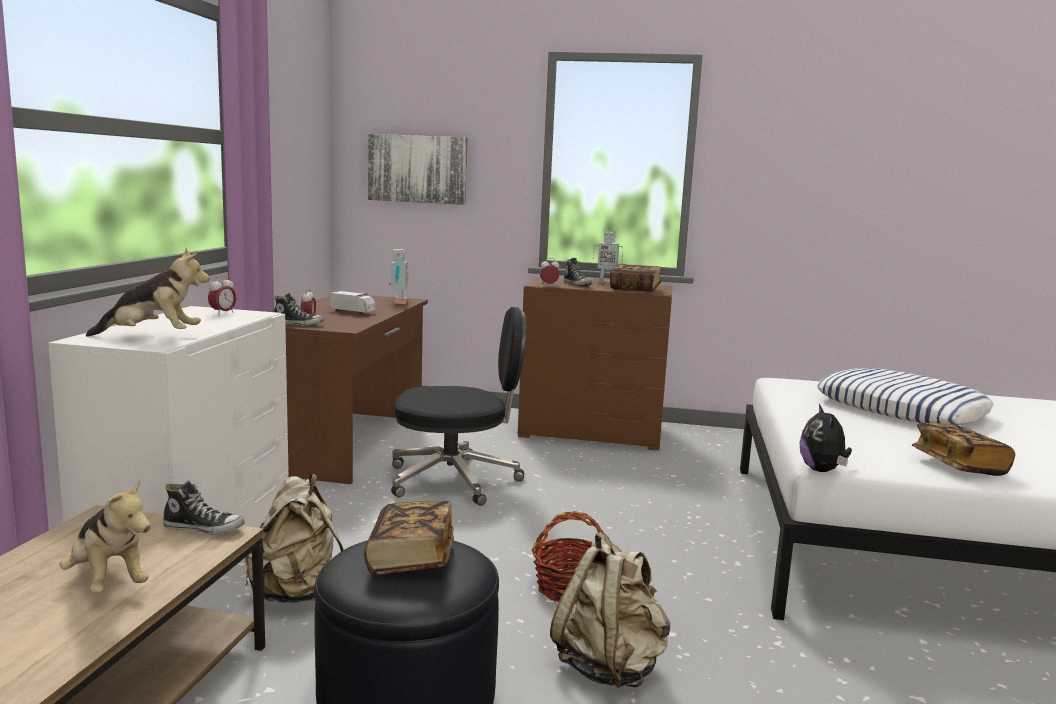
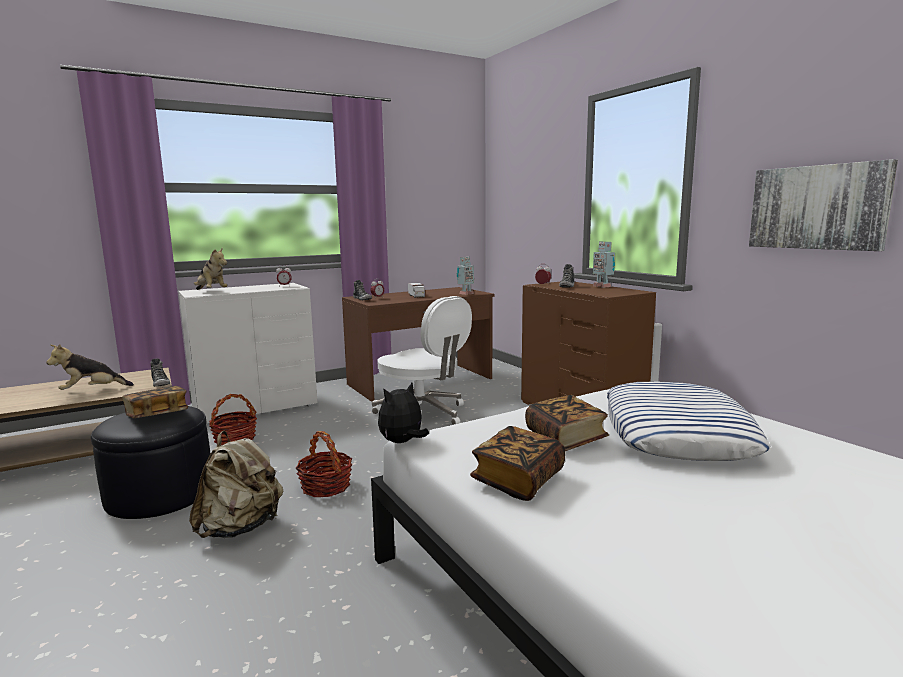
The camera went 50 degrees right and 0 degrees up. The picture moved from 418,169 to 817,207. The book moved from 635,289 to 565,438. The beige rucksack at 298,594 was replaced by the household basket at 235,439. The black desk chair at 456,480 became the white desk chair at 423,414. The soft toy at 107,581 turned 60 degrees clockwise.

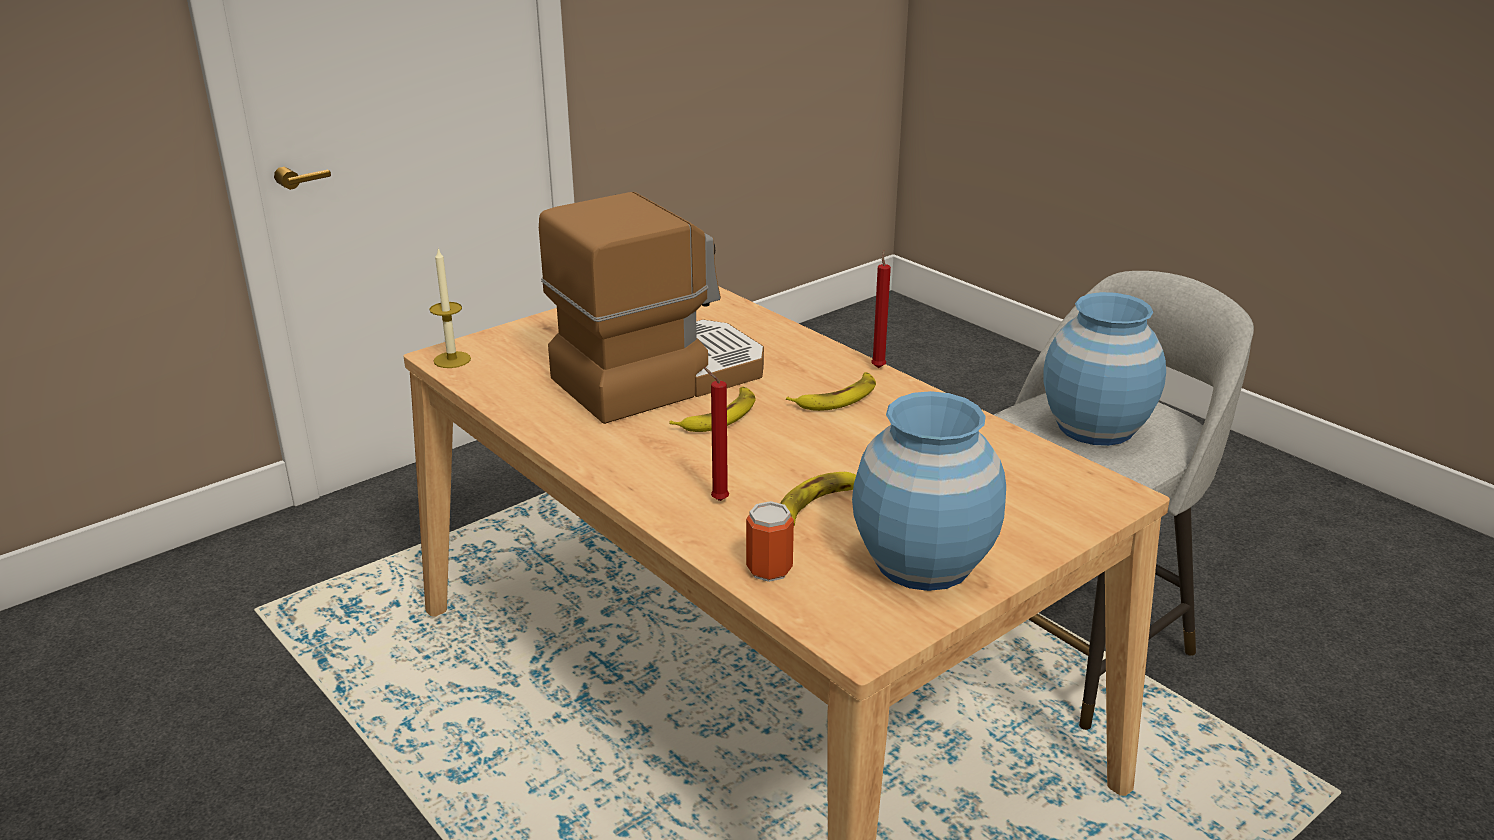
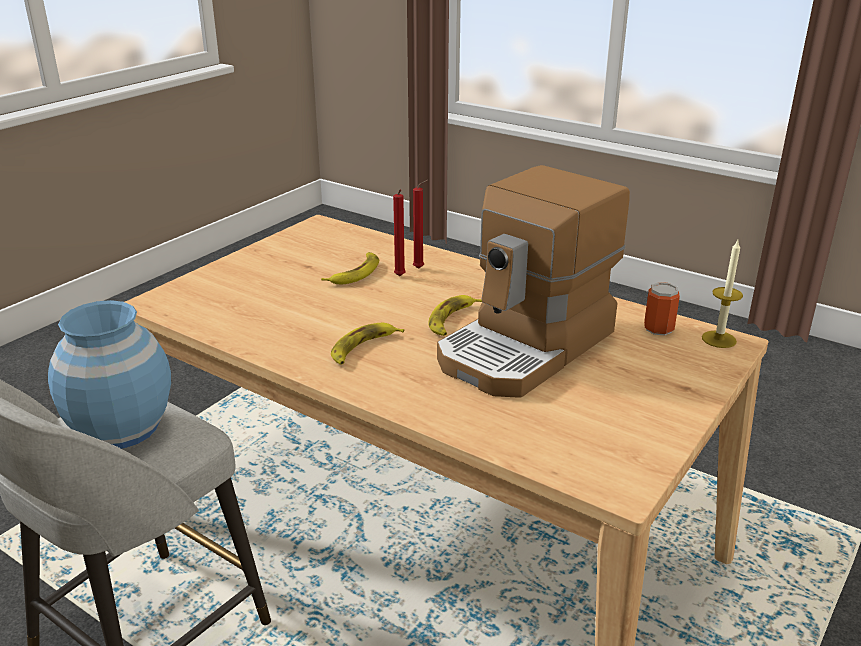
The camera went 165 degrees right and 0 degrees up. The bluish flower vase at 924,562 disappeared. The metal can moved from 769,569 to 658,329. The red-coloured candle moved from 878,367 to 400,277.

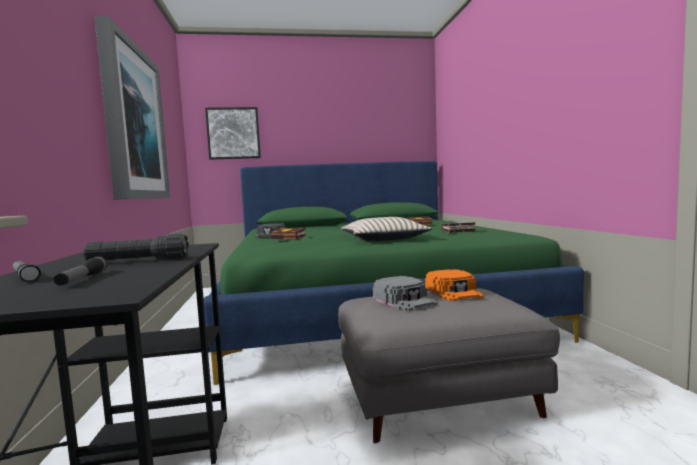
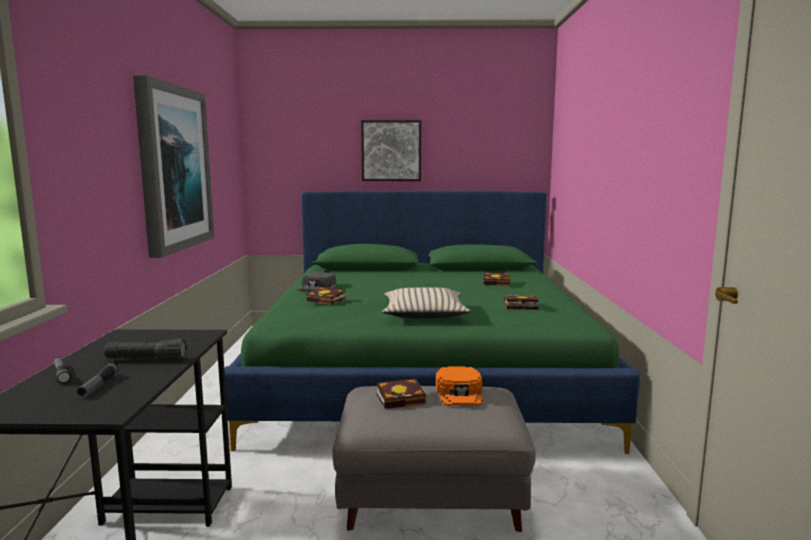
The camera went 10 degrees right and 5 degrees up. The picture moved from 233,133 to 391,151. The gray cap at 404,300 was replaced by the book at 402,398.

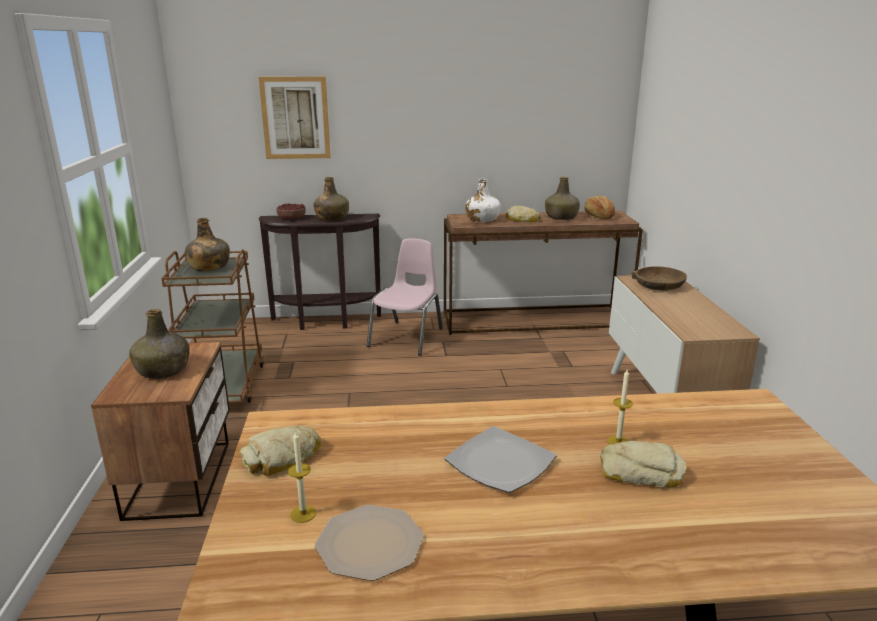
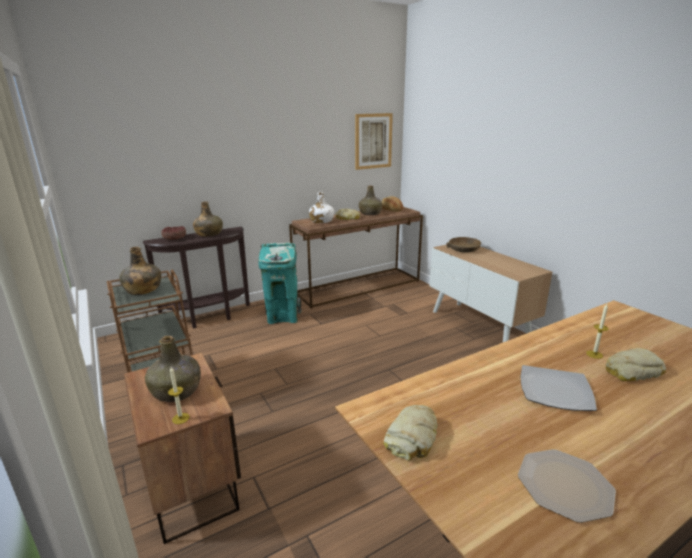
The camera went 25 degrees left and 0 degrees up. The picture moved from 295,118 to 373,141. The candle moved from 303,514 to 180,418. The pink plain chair at 407,337 was replaced by the blue-green trash can at 282,317.

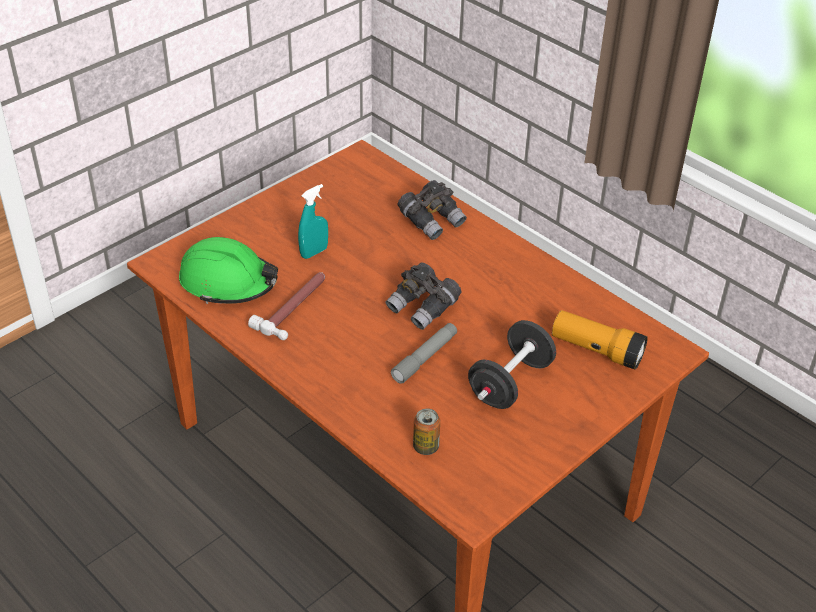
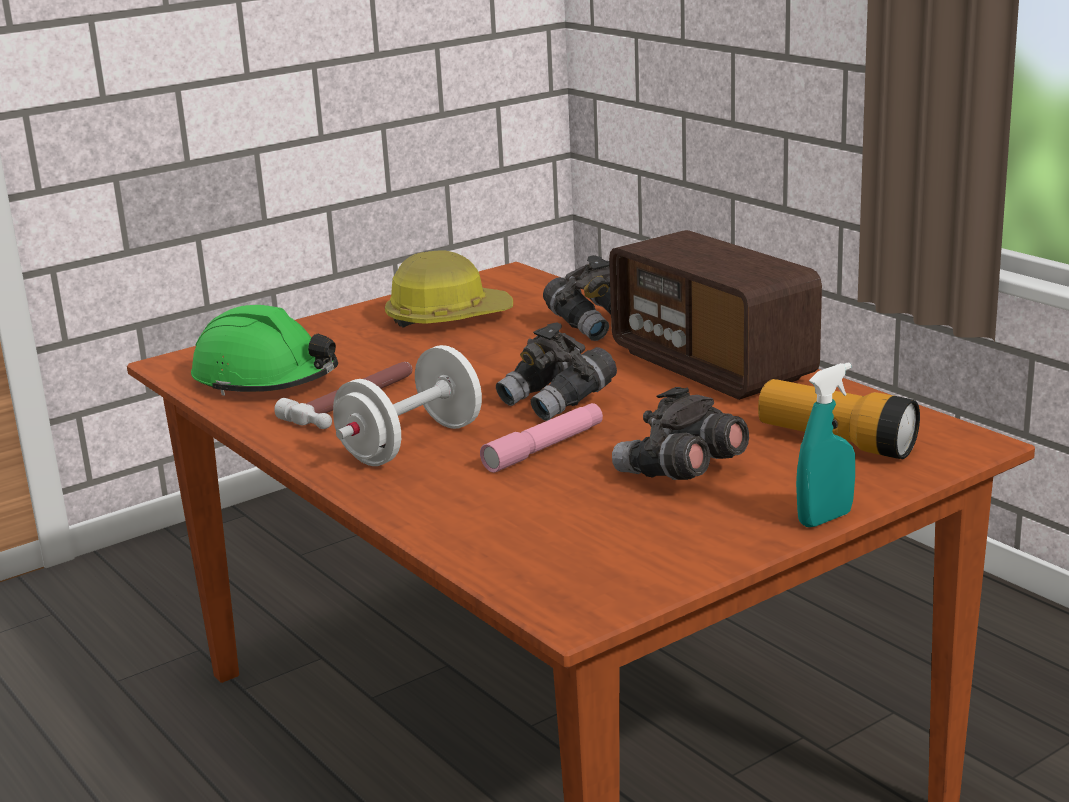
The camera went 10 degrees right and 20 degrees down. The metal can at 425,447 disappeared. The white dumbbell at 411,444 appeared. The hard hat at 448,317 appeared. The radio set at 712,366 appeared. The blue-green sprayer moved from 314,252 to 825,518. The black dumbbell at 510,383 was replaced by the gray pair of binoculars at 680,474. The gray hand torch at 425,358 became the pink hand torch at 544,448.

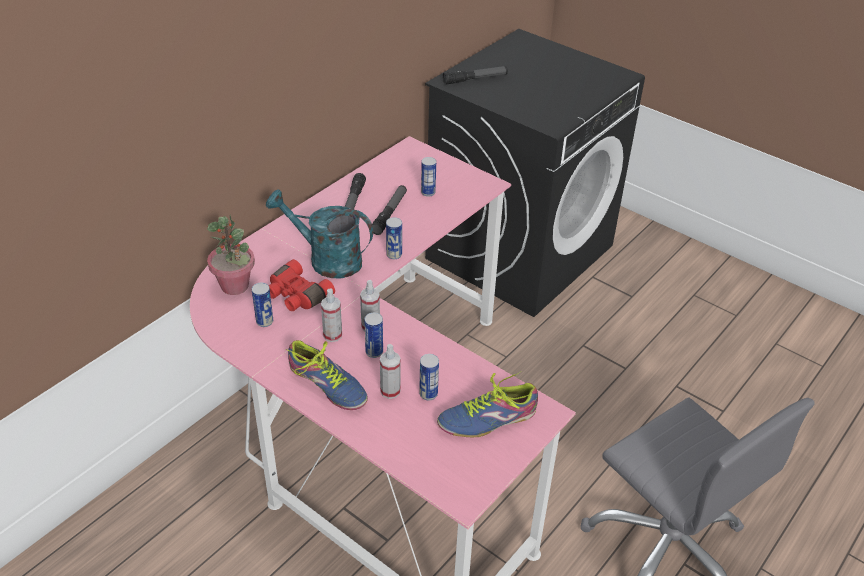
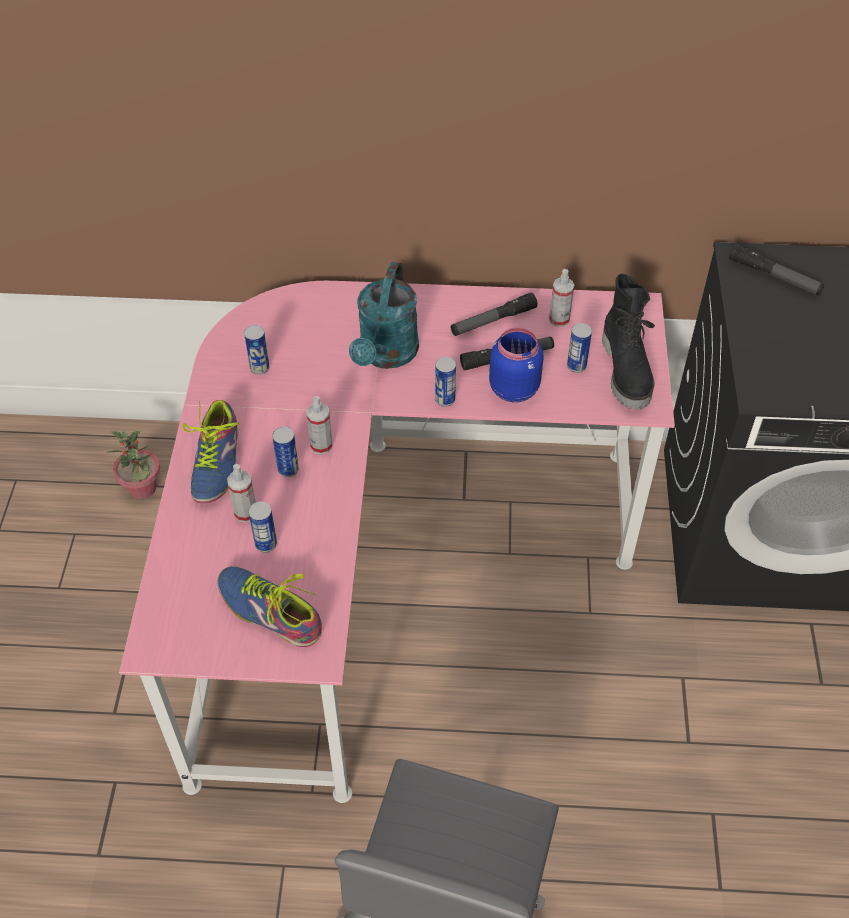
The camera went 55 degrees right and 10 degrees up. The red-coloured pair of binoculars at 296,296 disappeared. The bluish jar at 513,388 appeared. The black boot at 627,371 appeared. The plant in a pot moved from 235,286 to 142,489. The sprayer moved from 332,335 to 559,319. The blue-green watering can at 326,260 turned 150 degrees counterclockwise.

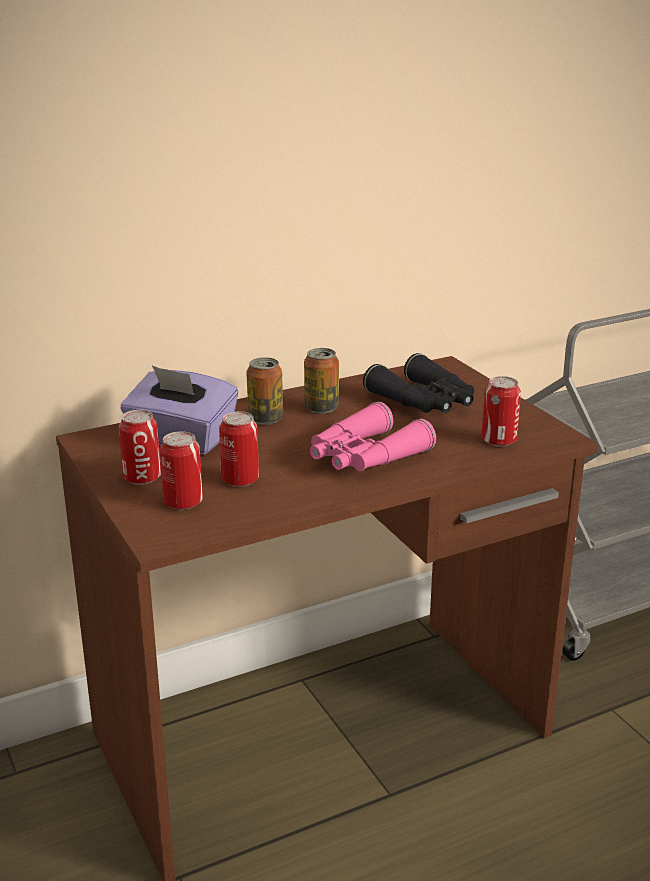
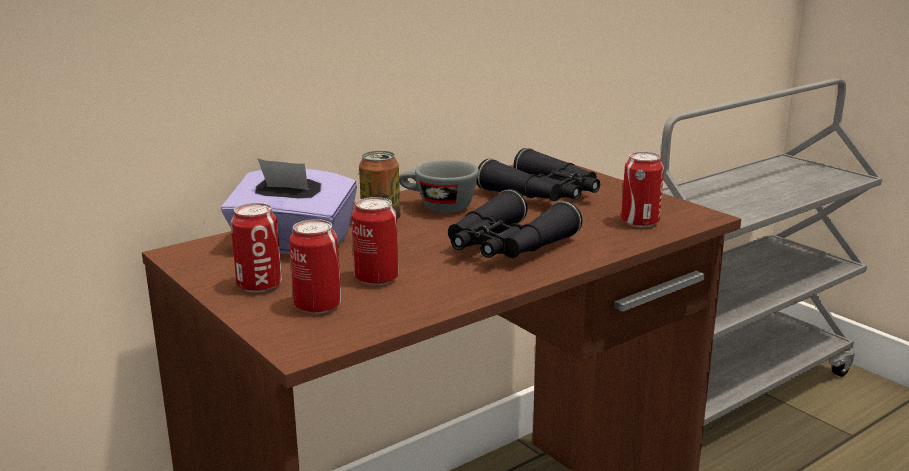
The camera went 10 degrees left and 5 degrees down. The metal can at 321,408 was replaced by the gray drinking cup at 437,207. The pink pair of binoculars at 365,457 became the black pair of binoculars at 507,247.

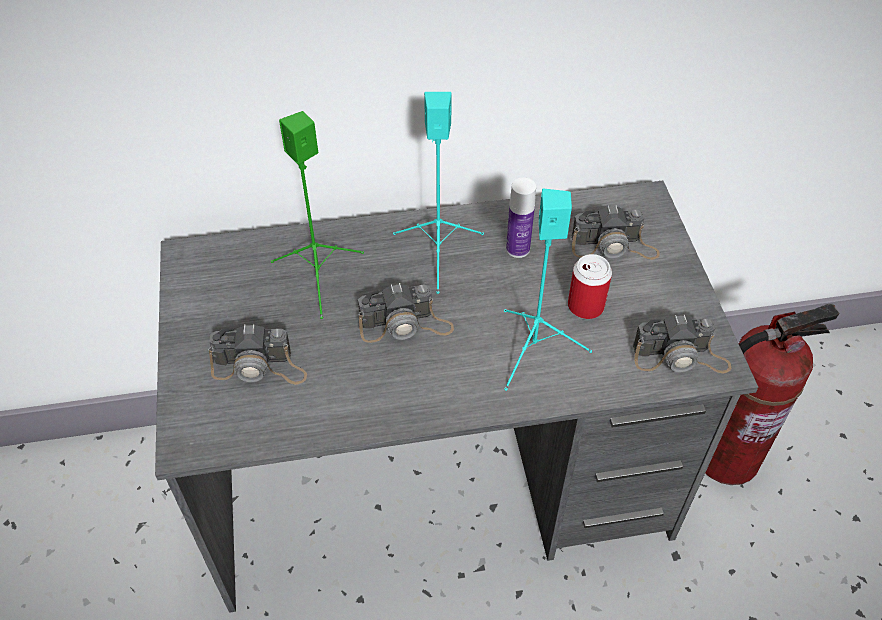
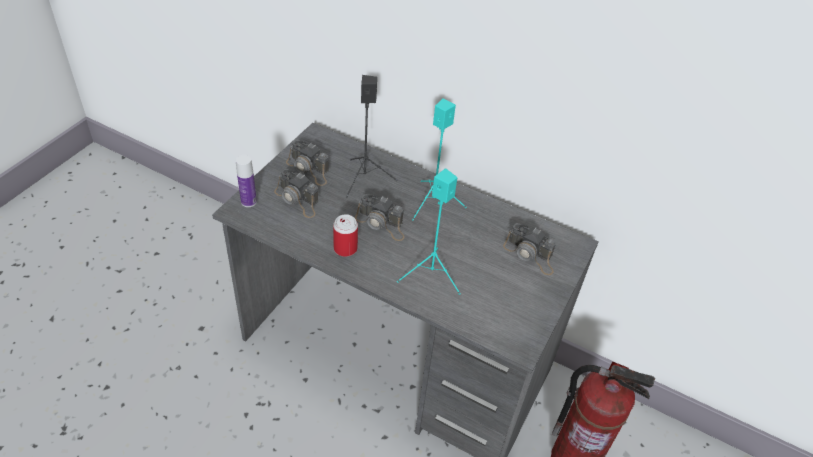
The camera went 35 degrees right and 5 degrees down. The beverage bottle moved from 517,249 to 248,201. The metal can moved from 585,306 to 345,248. The photo camera moved from 680,357 to 309,169. The green-coloured speaker at 319,277 became the black speaker at 364,179.

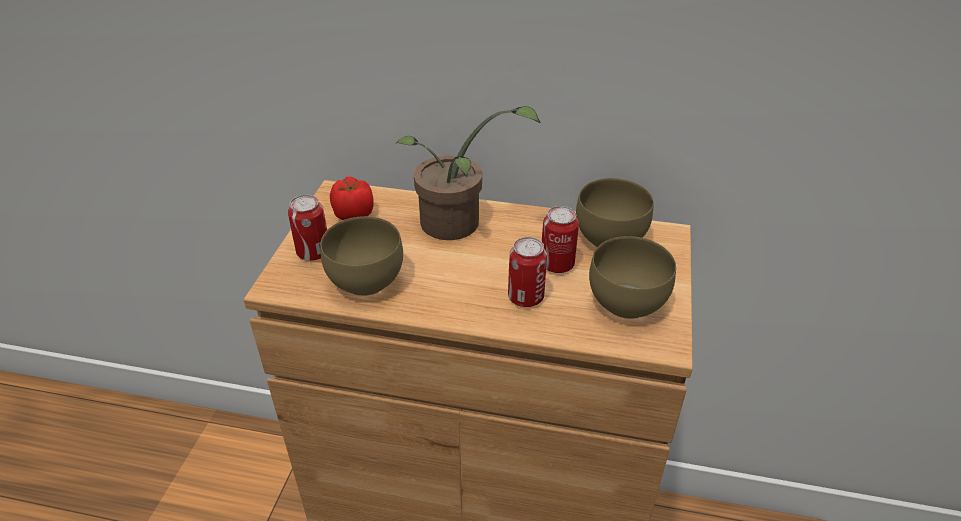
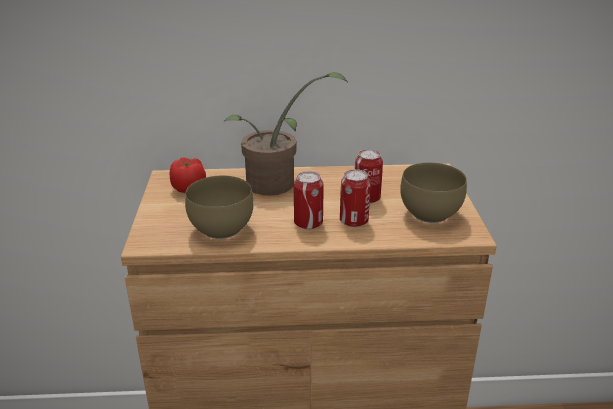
The camera went 15 degrees left and 10 degrees down. The brown serving bowl at 607,238 disappeared. The metal can moved from 313,252 to 308,223.

